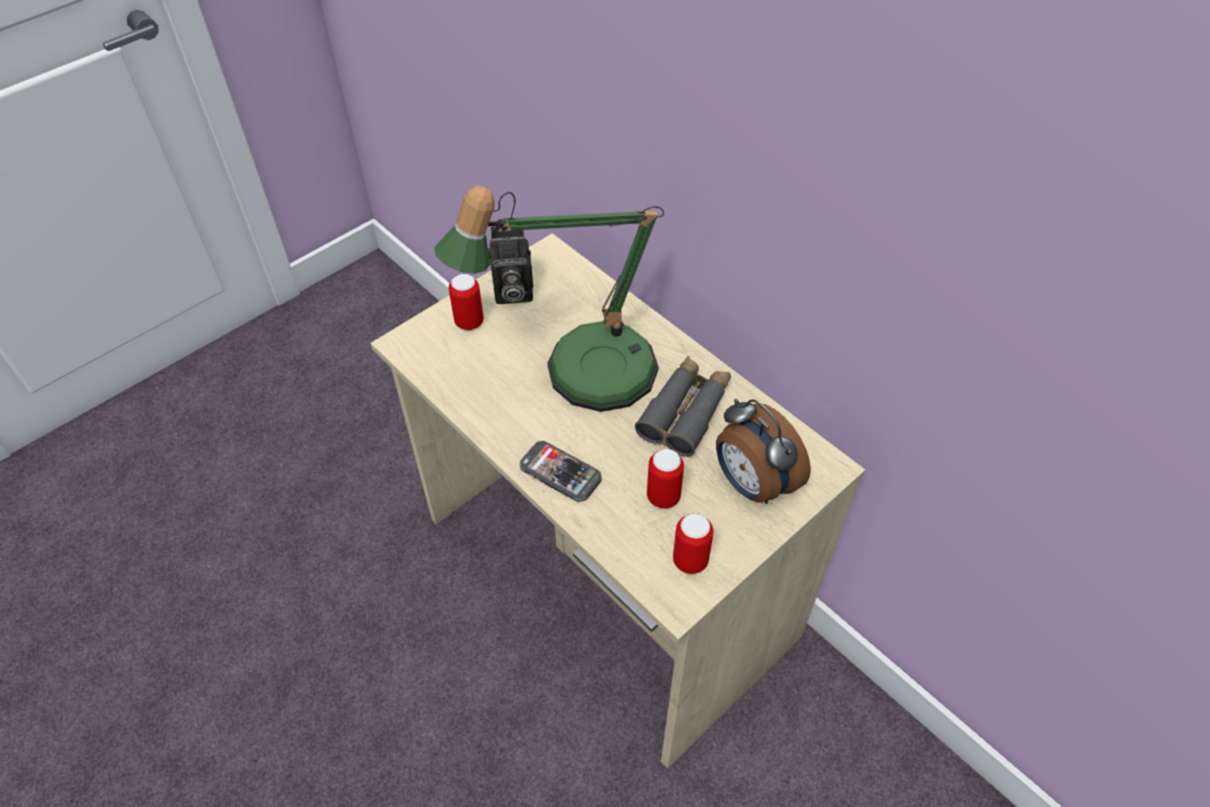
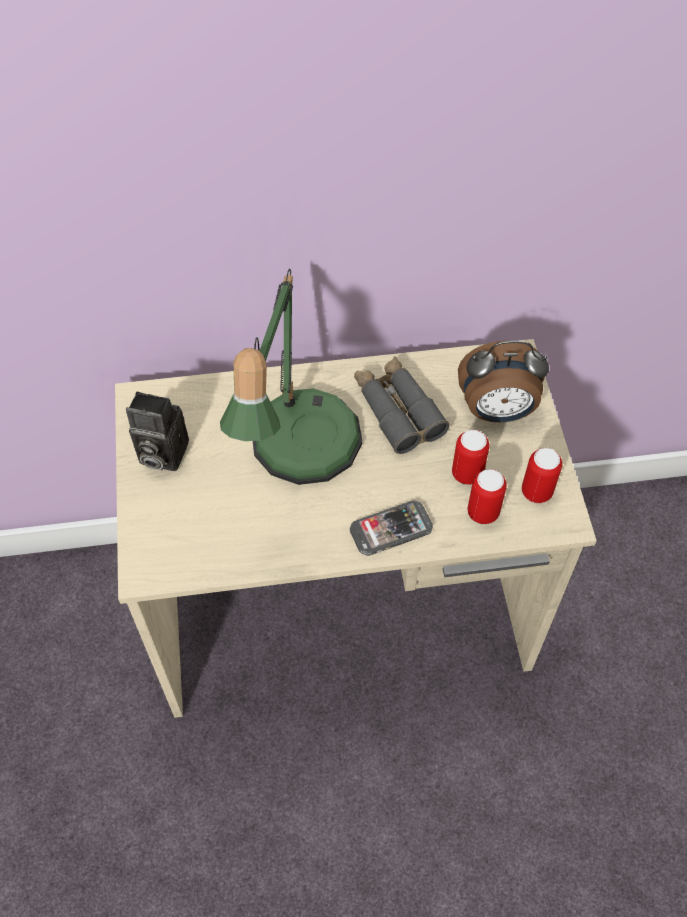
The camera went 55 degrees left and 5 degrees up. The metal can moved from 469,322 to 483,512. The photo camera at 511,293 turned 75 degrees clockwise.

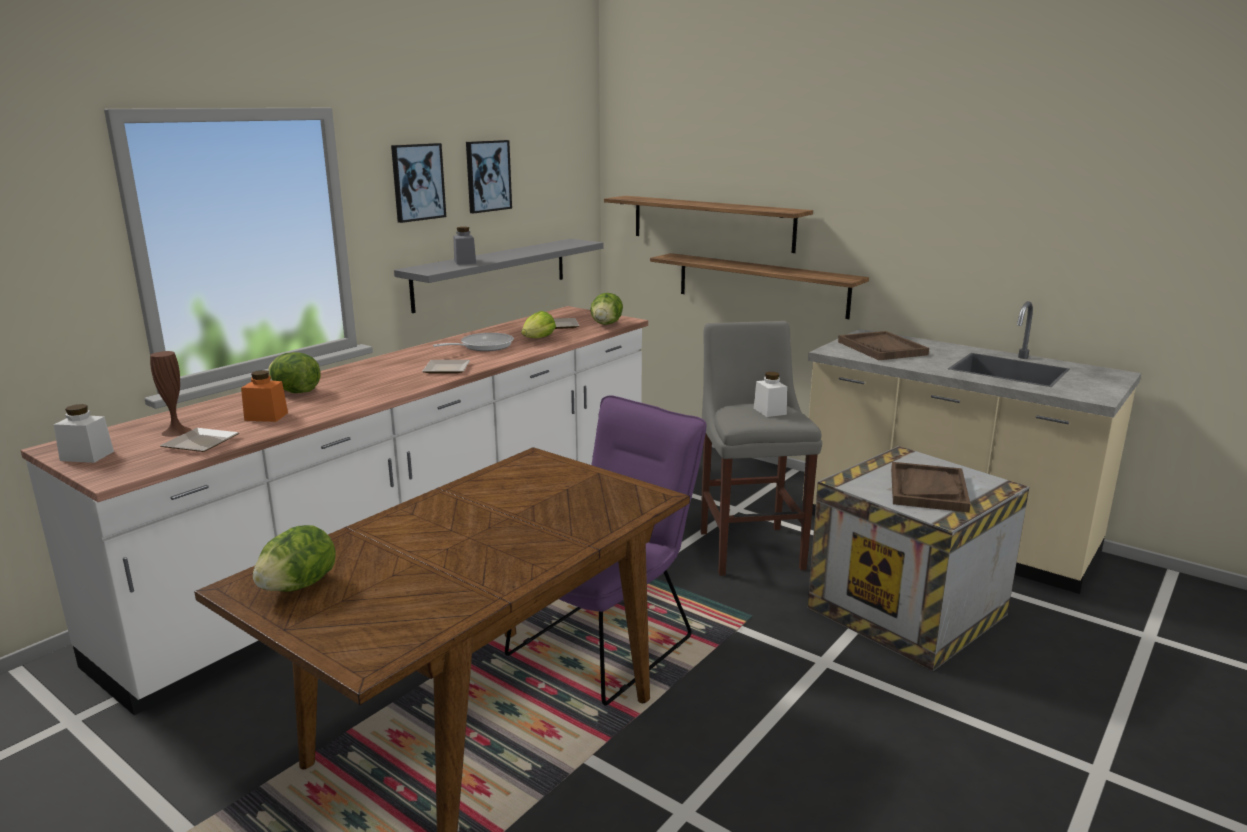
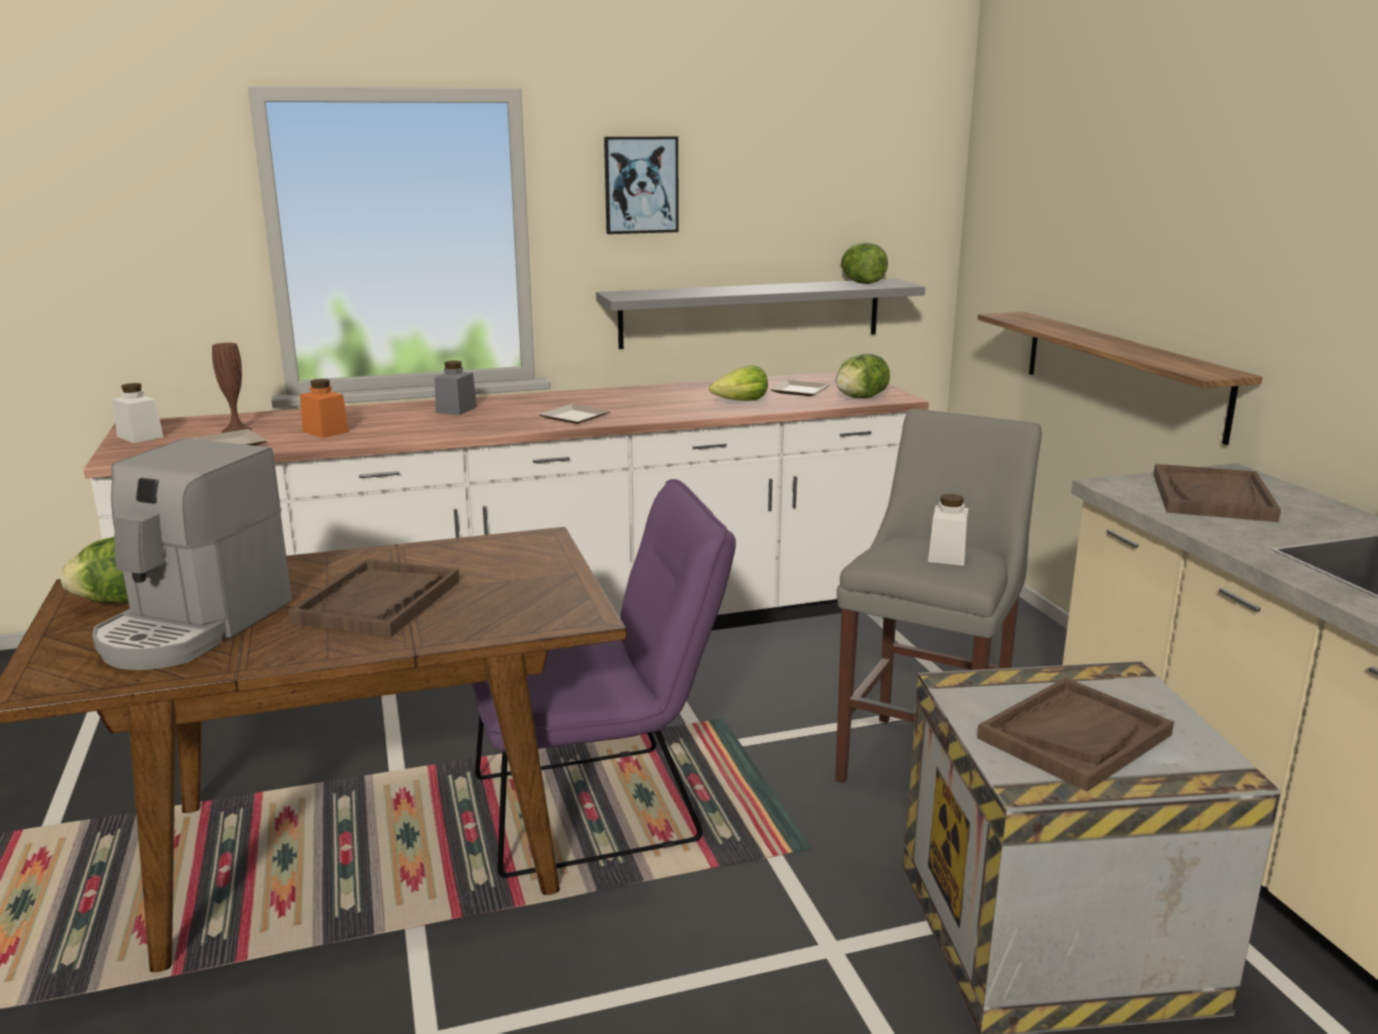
The camera went 35 degrees right and 0 degrees up. The pan at 482,346 disappeared. The picture at 487,176 disappeared. The wall shelf at 711,223 disappeared. The coffee machine at 193,627 appeared. The brown serving tray at 378,602 appeared. The head of lettuce moved from 296,391 to 862,283. The gray jar moved from 465,262 to 456,409.

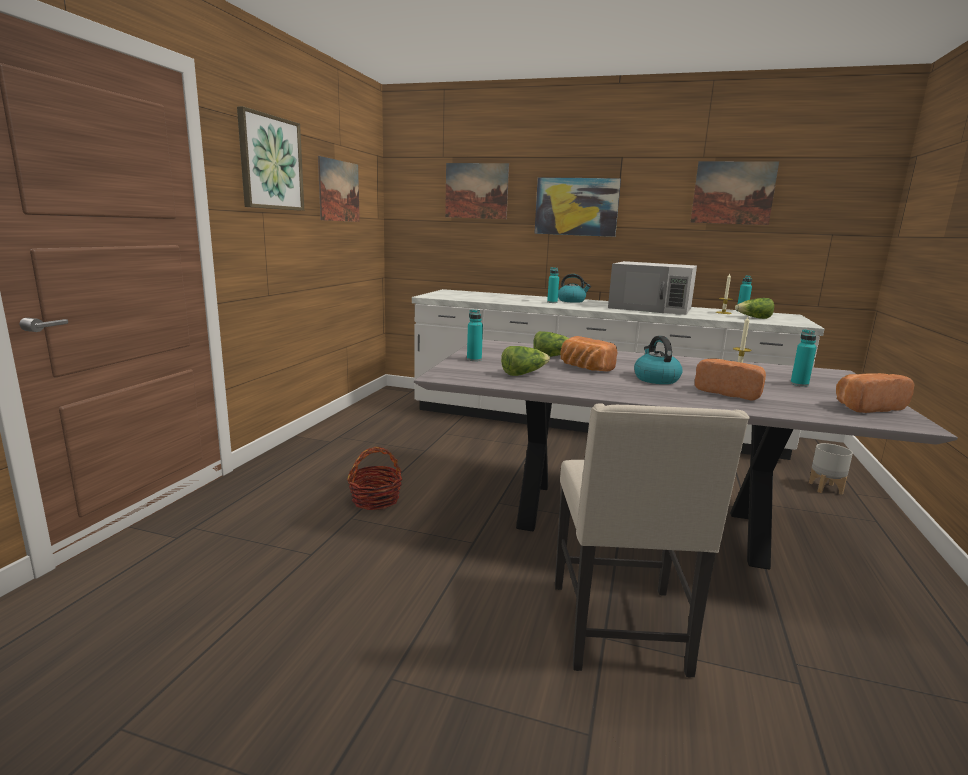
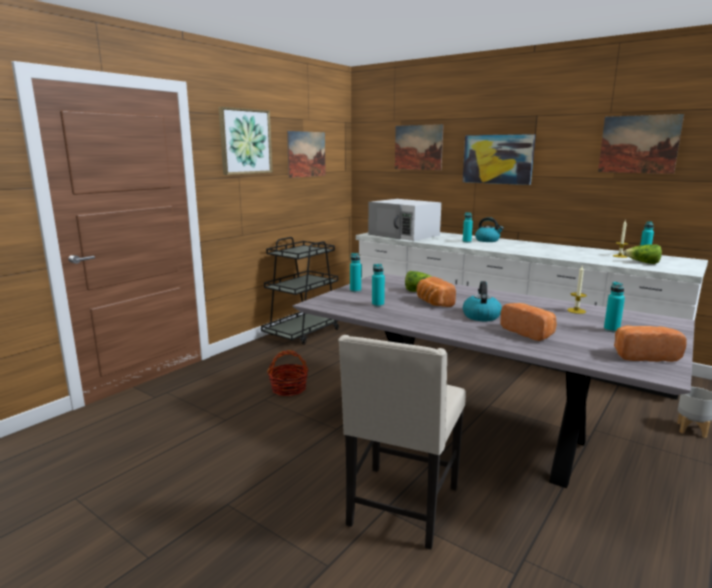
The camera went 20 degrees right and 0 degrees up. The black cart at 303,332 appeared. The white microwave oven moved from 651,308 to 404,235. The head of lettuce at 523,373 was replaced by the blue-green beverage bottle at 378,305.

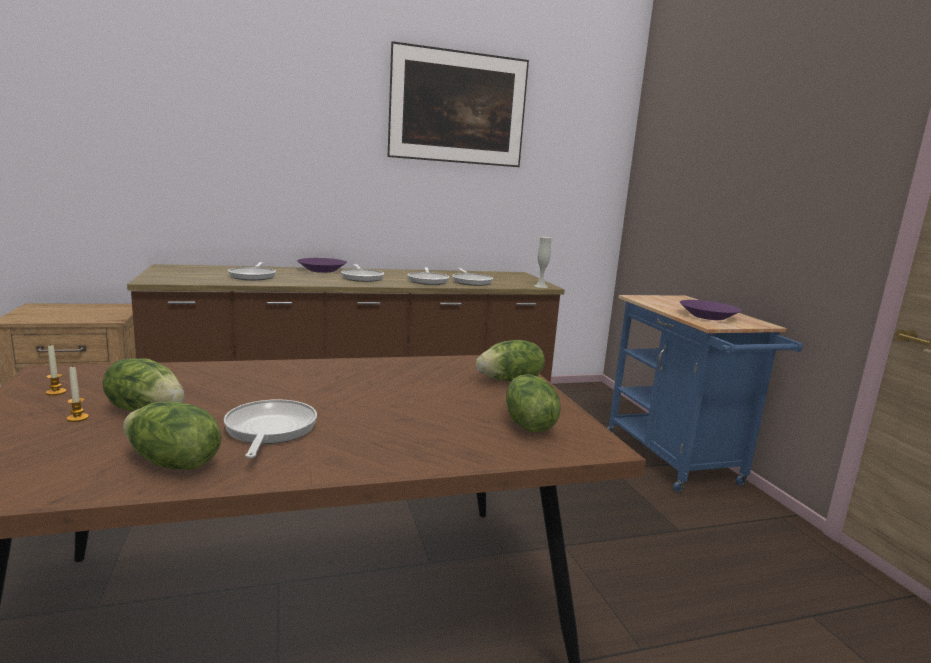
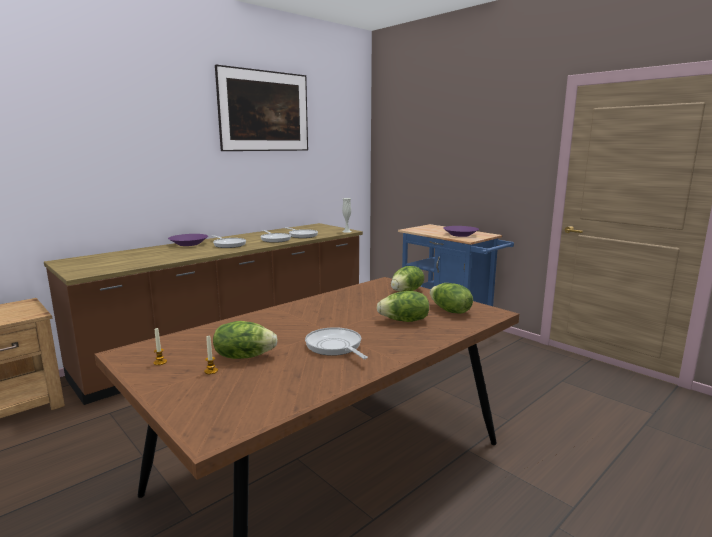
The camera went 25 degrees left and 0 degrees up. The pan at 253,276 disappeared. The head of lettuce moved from 172,463 to 404,321.

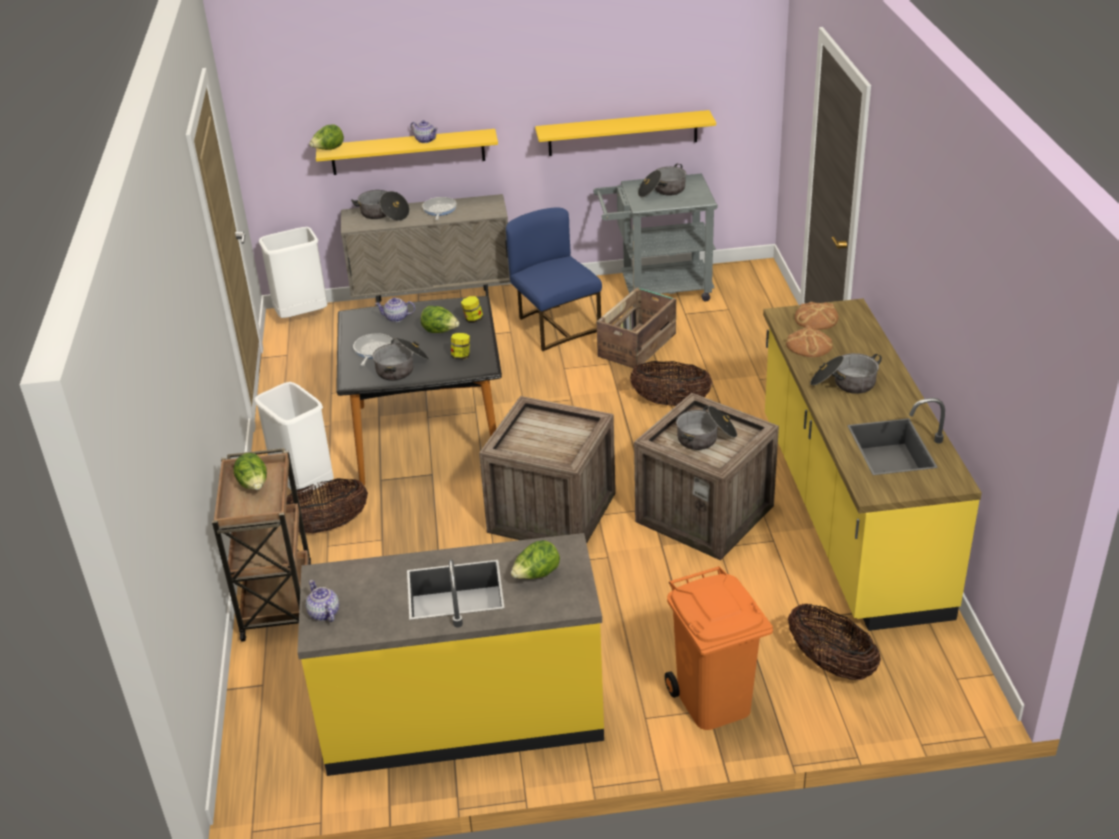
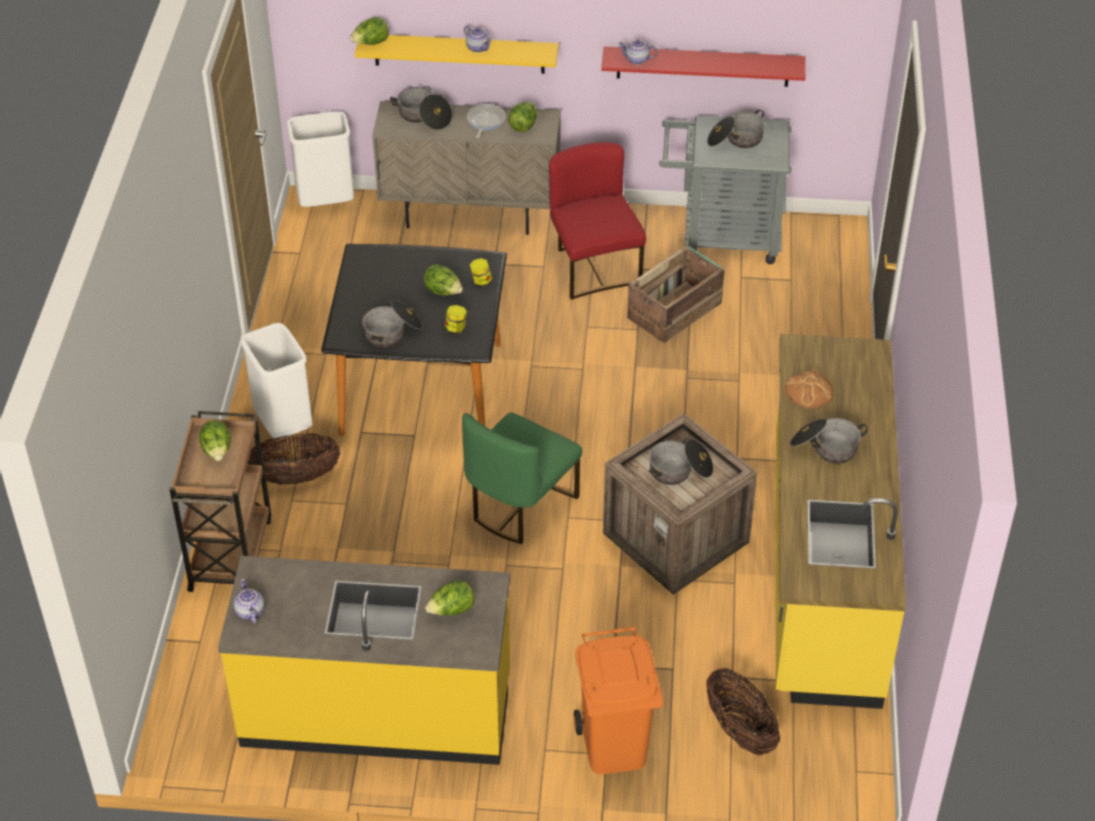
The camera went 10 degrees right and 10 degrees up. The pan at 373,350 disappeared. The household basket at 670,402 disappeared. The bakery bread at 816,318 disappeared. The head of lettuce at 523,126 appeared. The teapot moved from 396,318 to 637,60. The packing crate at 550,513 was replaced by the green-coloured plain chair at 520,505. The bluish plain chair at 555,326 became the red-coloured plain chair at 594,267. The yellow-coloured wall shelf at 623,133 became the red-coloured wall shelf at 703,66.

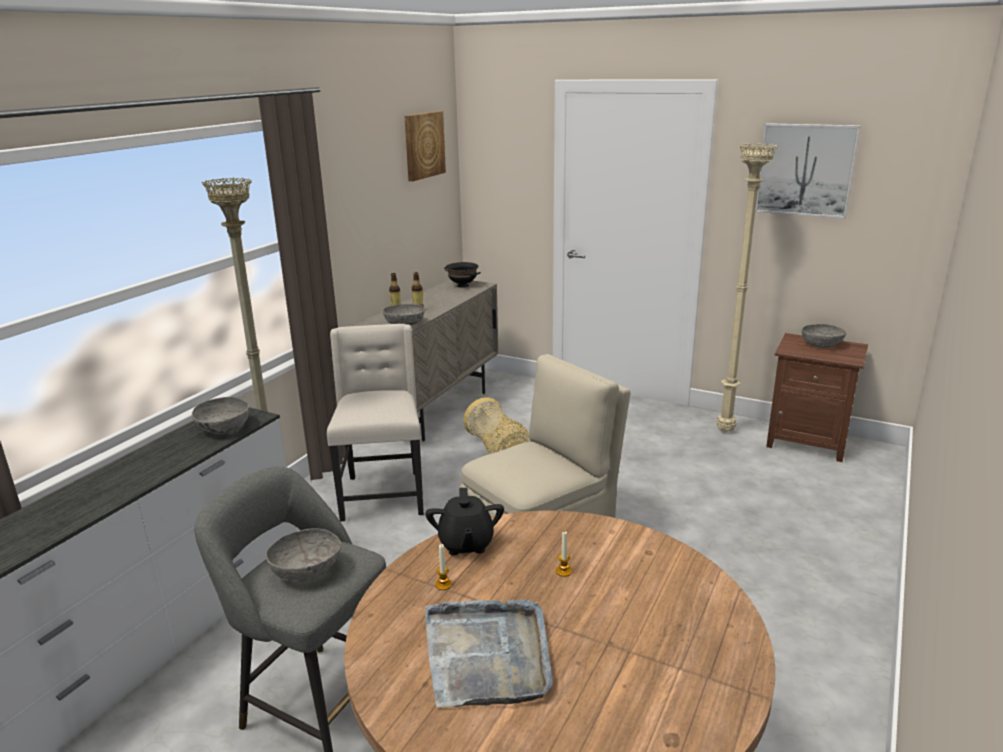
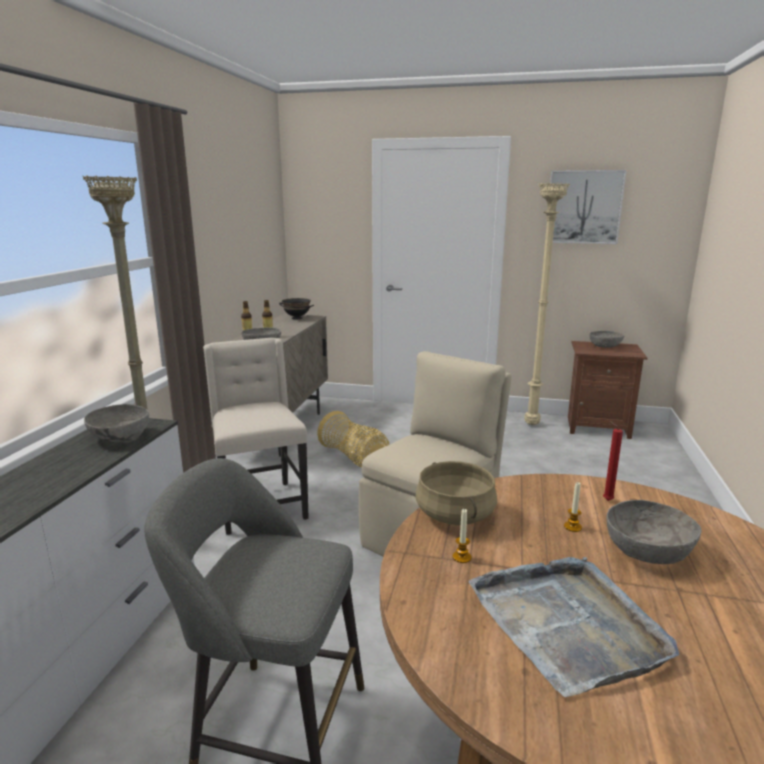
The camera went 15 degrees left and 5 degrees down. The picture at 423,145 disappeared. The red-coloured candle at 606,500 appeared. The gray serving bowl moved from 307,570 to 647,550. The black teapot at 466,544 was replaced by the beige stockpot at 454,514.

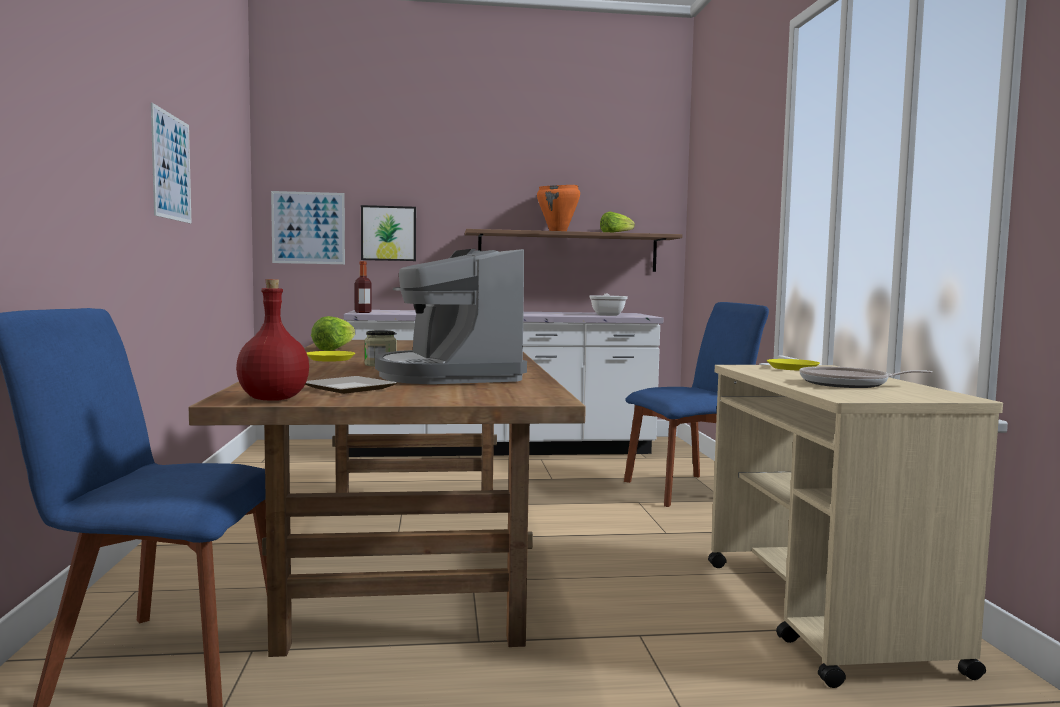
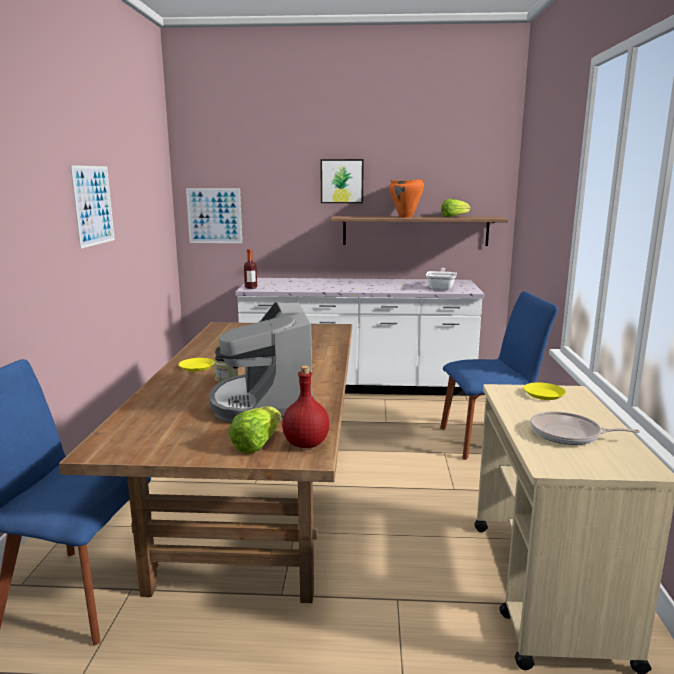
The camera went 10 degrees right and 10 degrees up. The flat dish at 349,388 disappeared. The red-coloured beverage bottle moved from 274,399 to 306,443. The head of lettuce moved from 334,349 to 256,444. The picture moved from 388,233 to 342,181.

